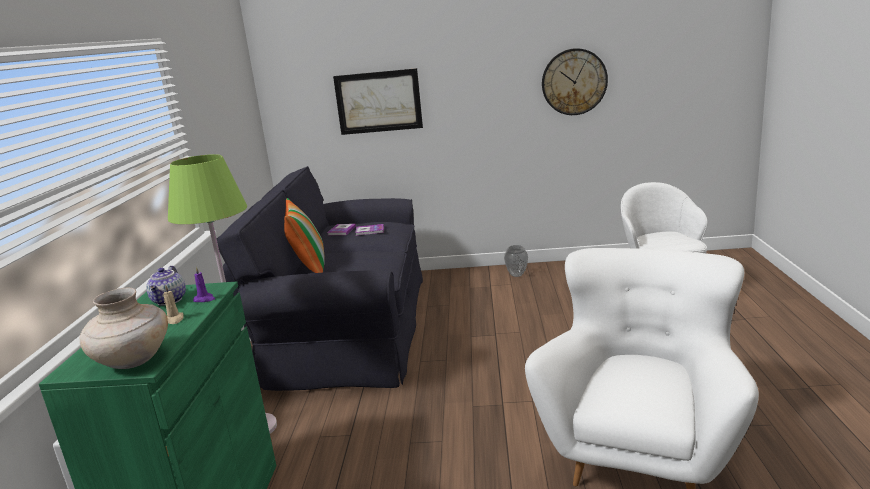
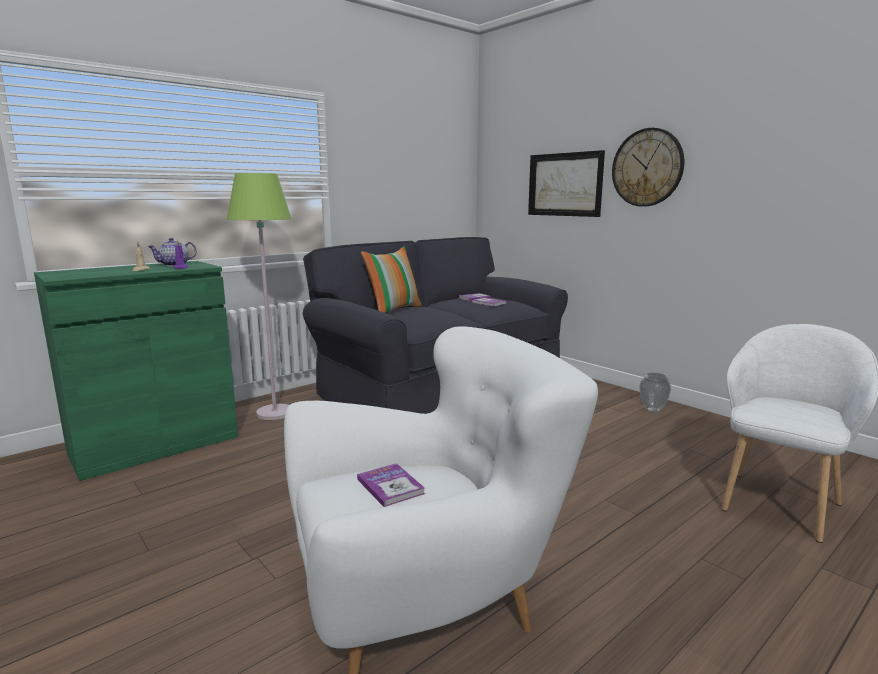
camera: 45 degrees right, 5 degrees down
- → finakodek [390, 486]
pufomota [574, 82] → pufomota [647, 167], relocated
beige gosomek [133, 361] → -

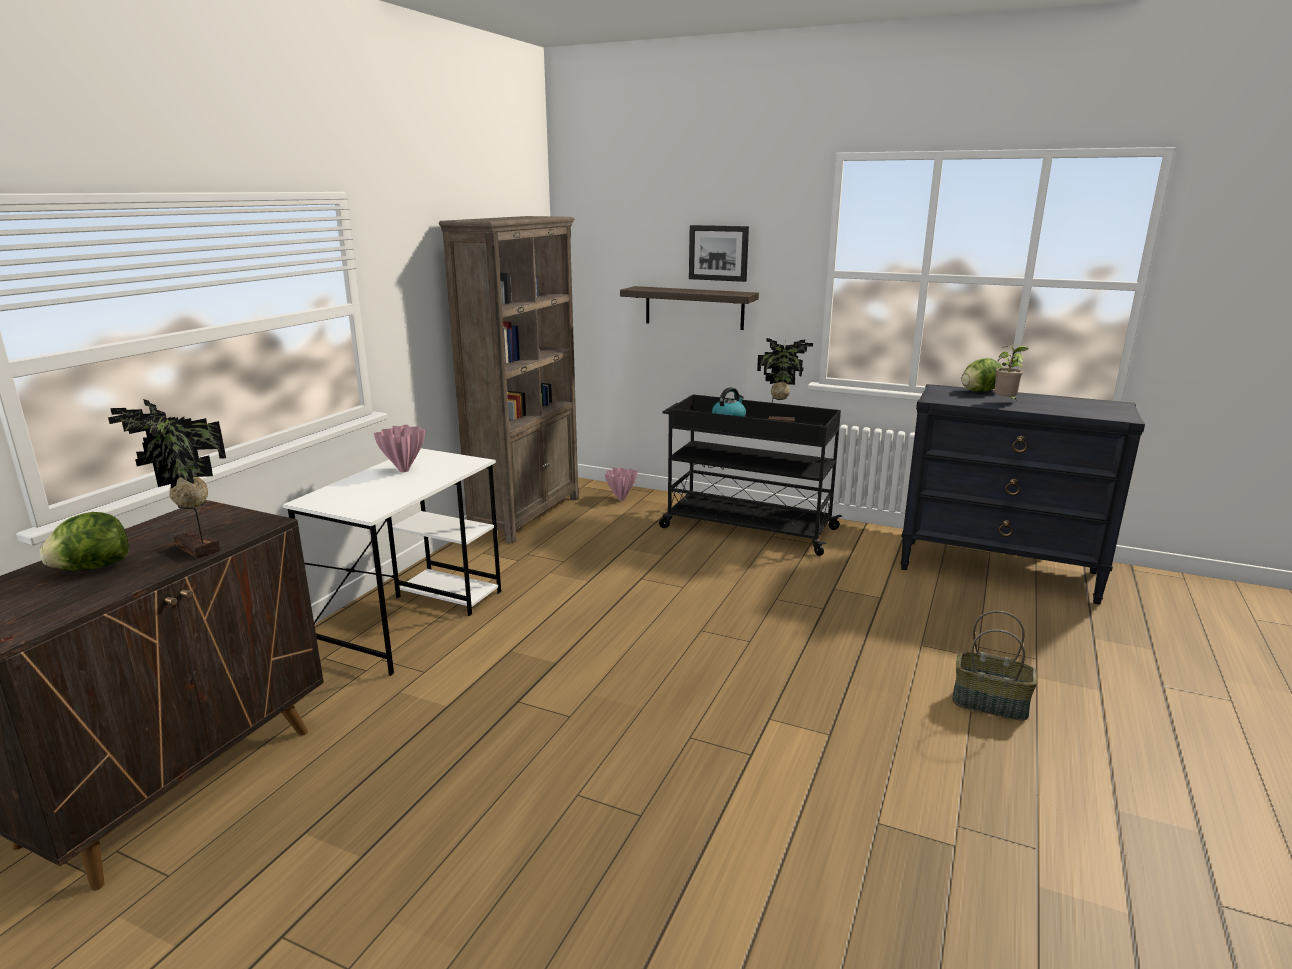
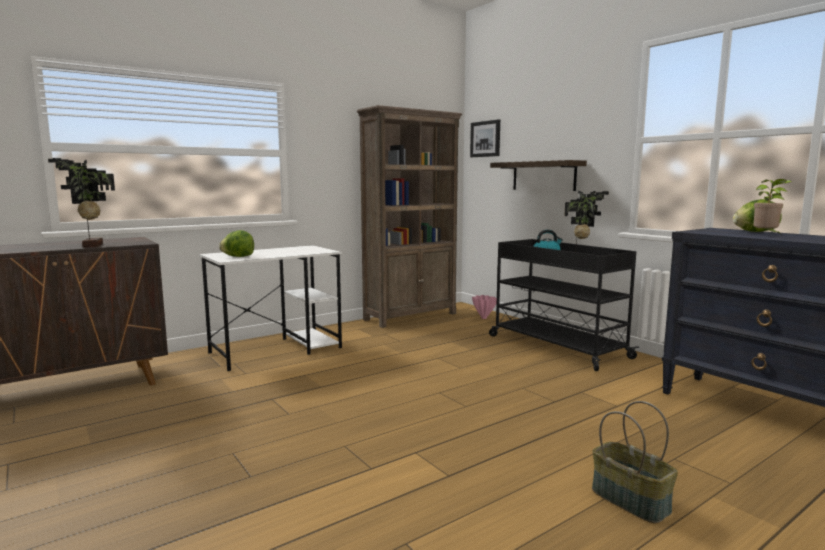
camera: 30 degrees right, 10 degrees down
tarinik [93, 568] → tarinik [238, 256], relocated
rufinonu [718, 253] → rufinonu [485, 139], relocated
pink gosomek [405, 470] → -

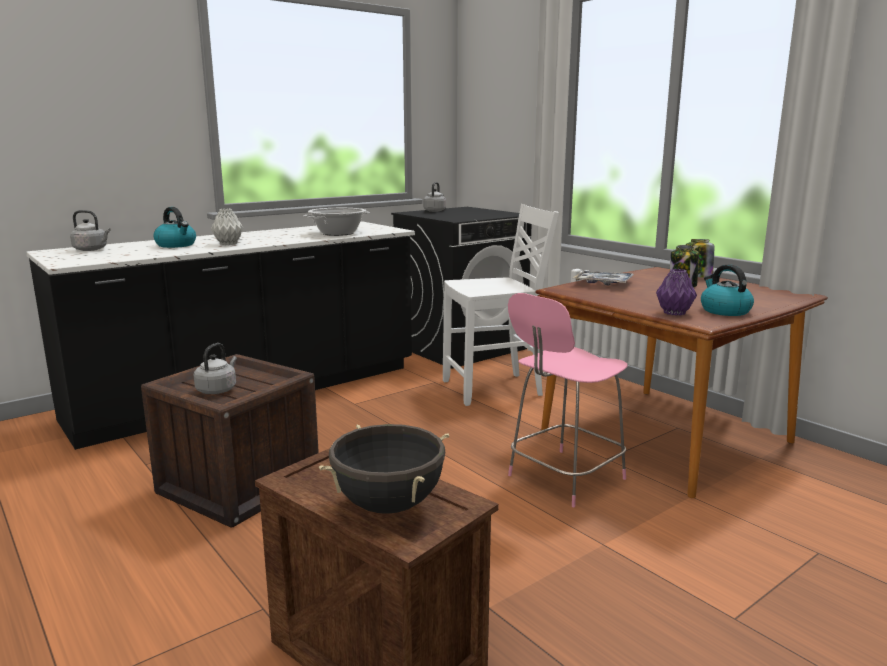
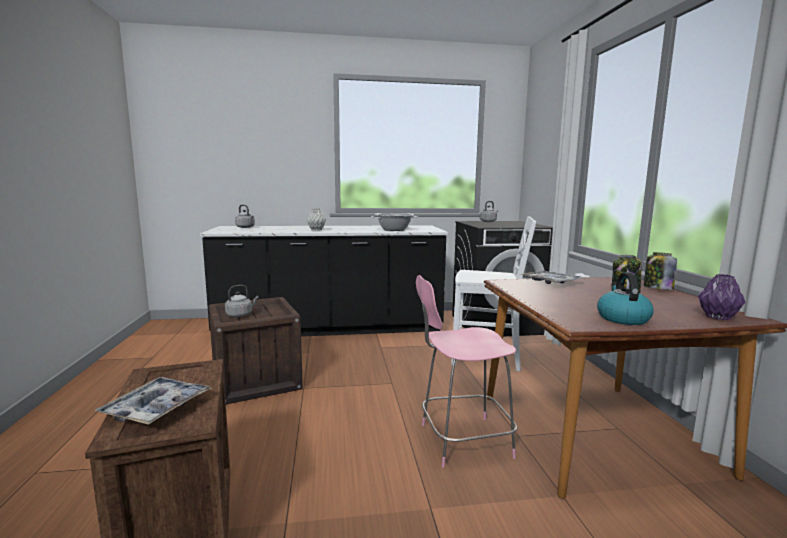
camera: 30 degrees right, 5 degrees down
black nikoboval [389, 505] → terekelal [156, 408]
purple gosomek [675, 313] → purple gosomek [718, 317], relocated
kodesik [176, 245] → -

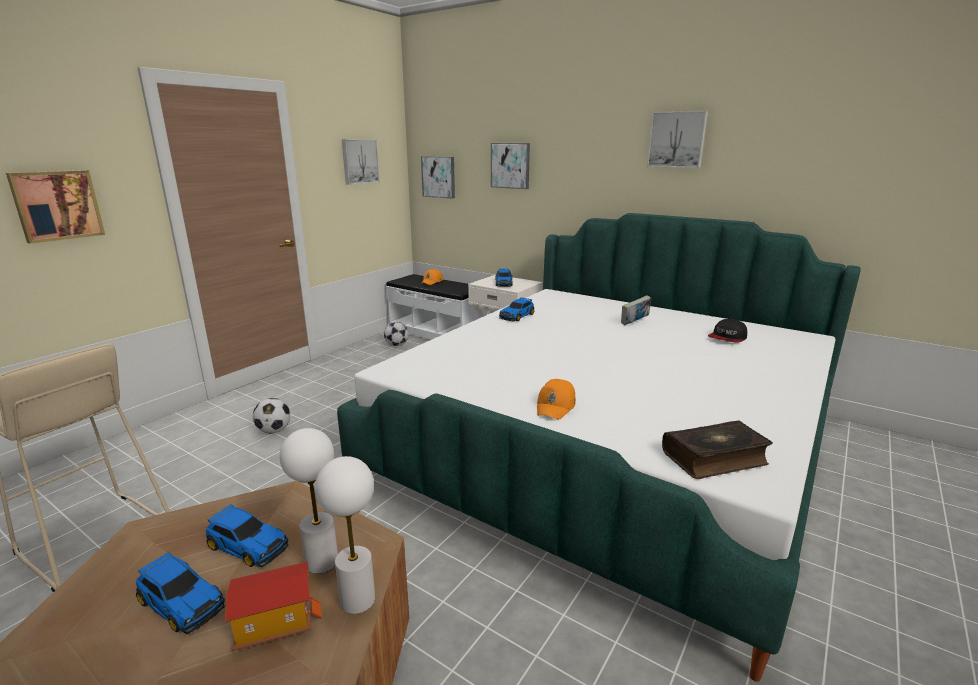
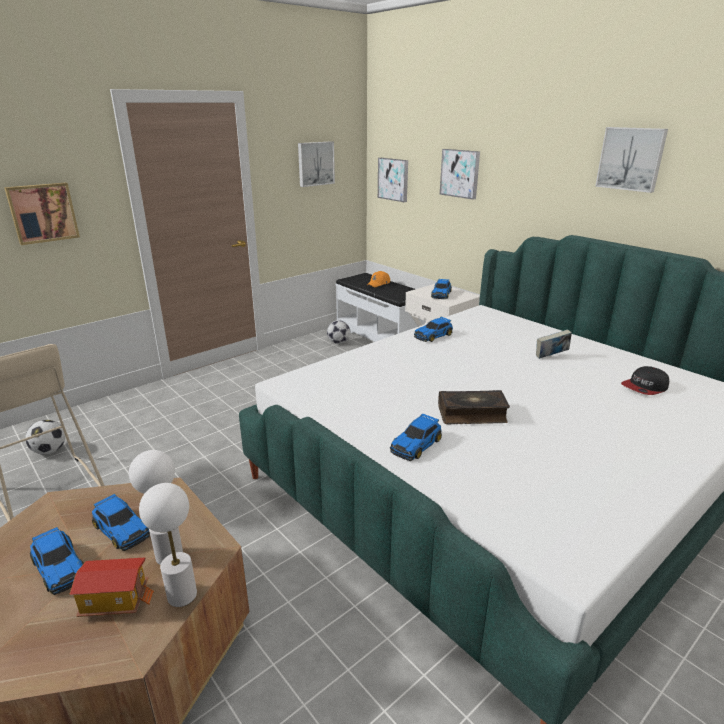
camera: 15 degrees right, 5 degrees up
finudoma [274, 430] → finudoma [49, 451], relocated
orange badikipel [556, 406] → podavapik [417, 444]
finakodek [715, 458] → finakodek [472, 414], relocated

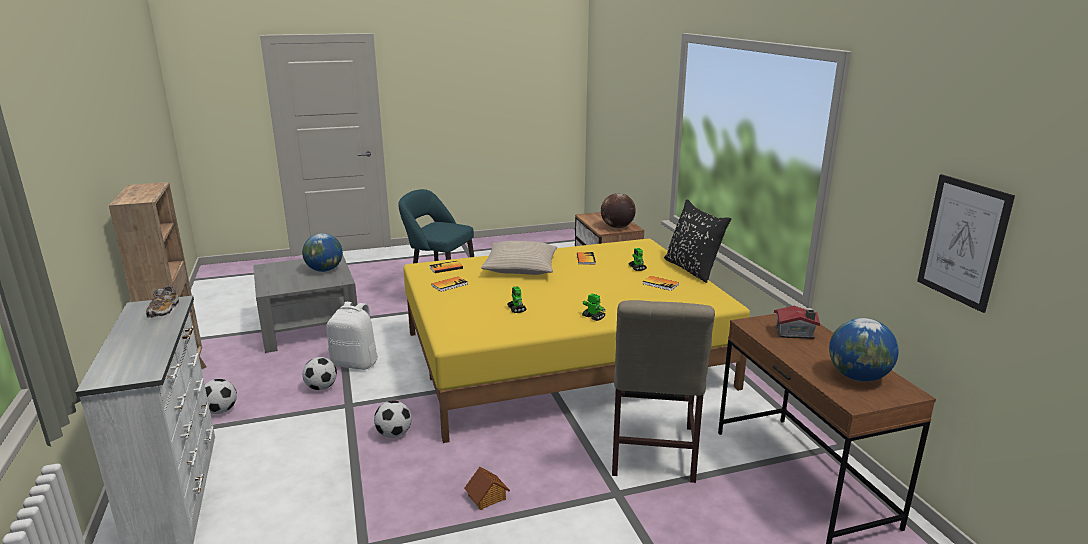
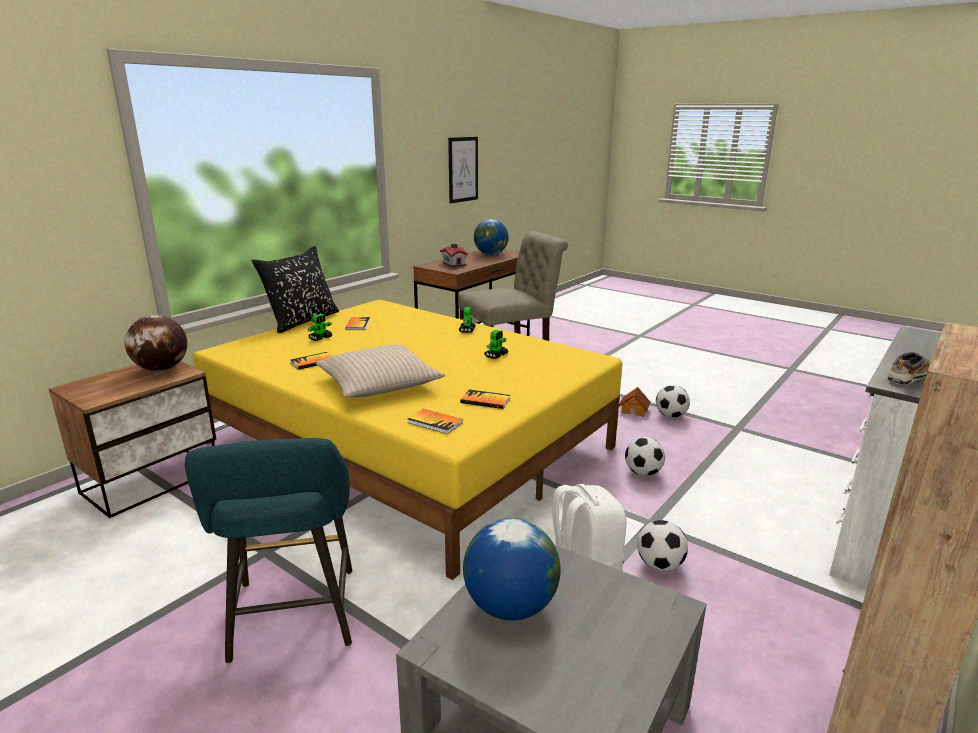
camera: 125 degrees left, 0 degrees up
finudoma [220, 411] → finudoma [670, 416], relocated

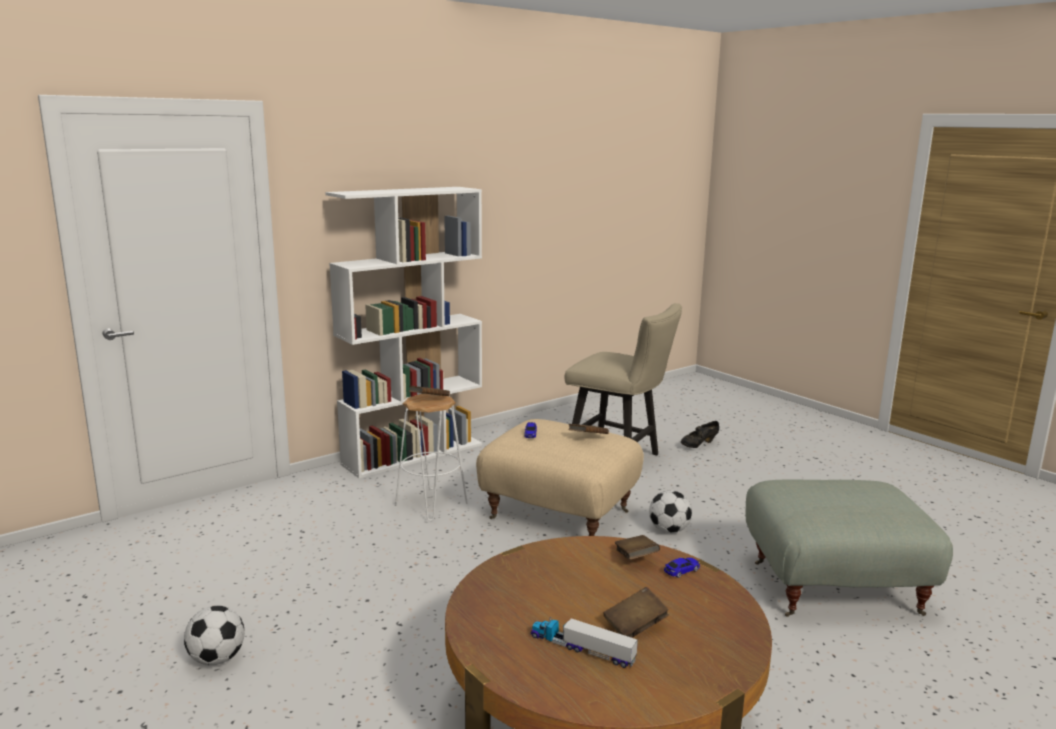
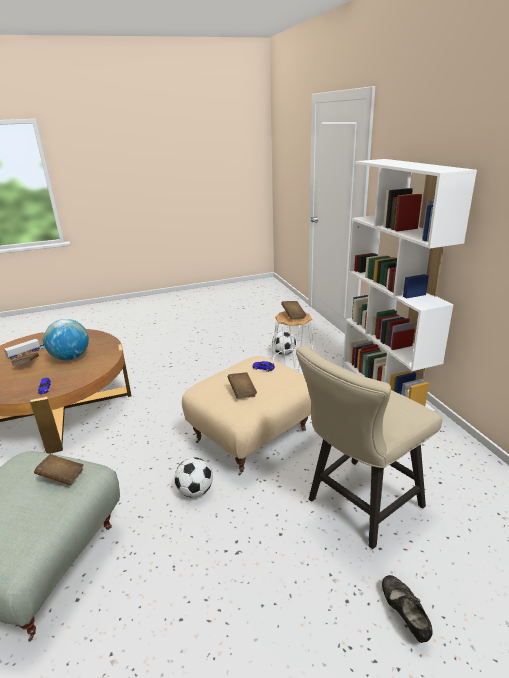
camera: 110 degrees right, 10 degrees up
brown finakodek [635, 558] → brown finakodek [62, 477], relocated
- → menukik [71, 357]
finudoma [217, 659] → finudoma [284, 353], relocated

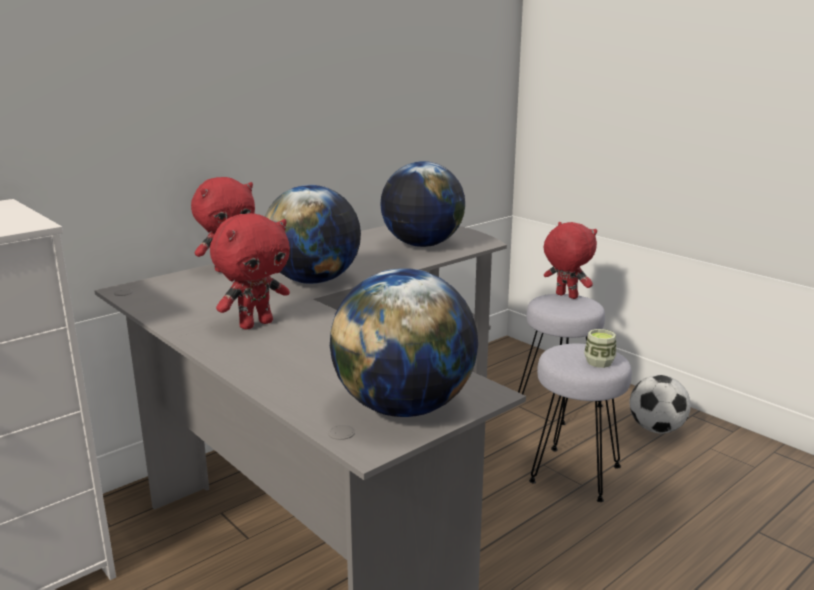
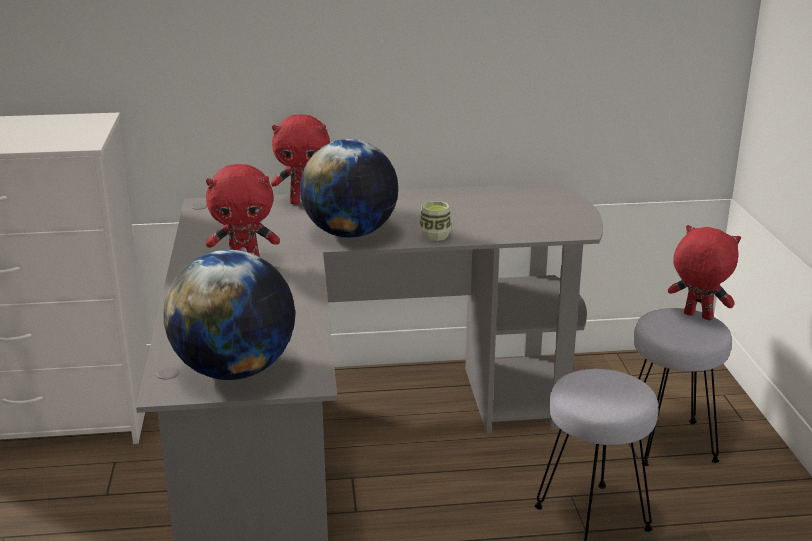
camera: 35 degrees right, 5 degrees up
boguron [599, 362] → boguron [435, 236], relocated
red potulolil [565, 296] → red potulolil [697, 316], 45 degrees counterclockwise
menukik [422, 245] → -
finudoma [656, 429] → -

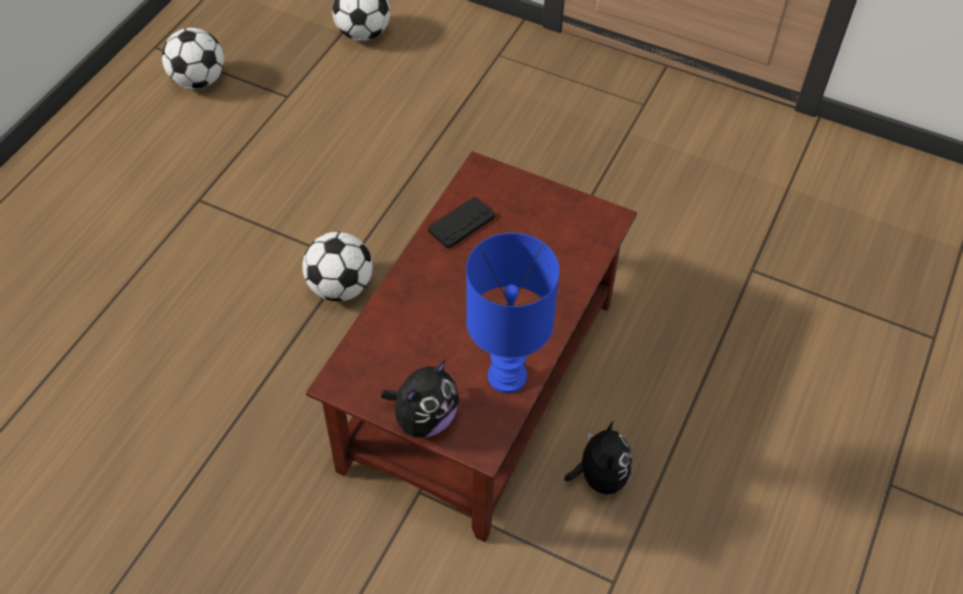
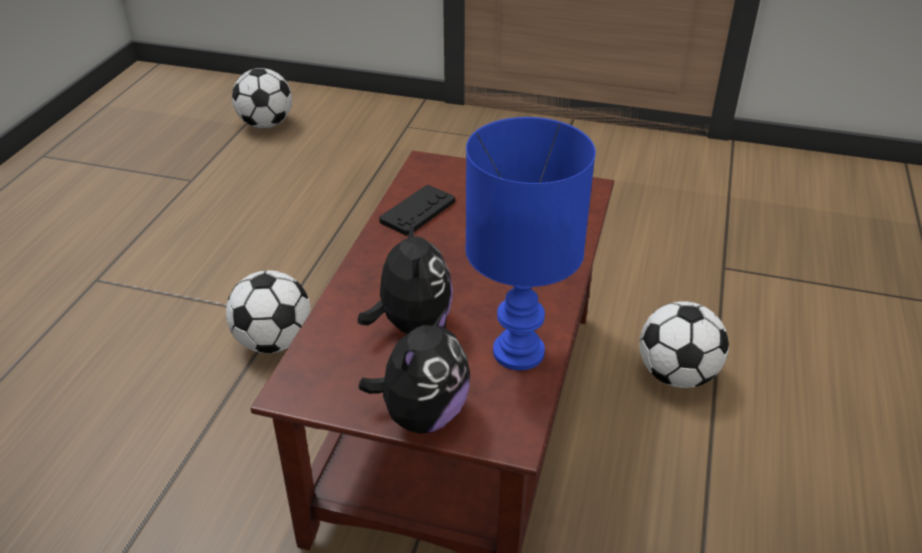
camera: 10 degrees left, 15 degrees down
potulolil [599, 476] → potulolil [411, 324], relocated
finudoma [199, 81] → finudoma [676, 375], relocated

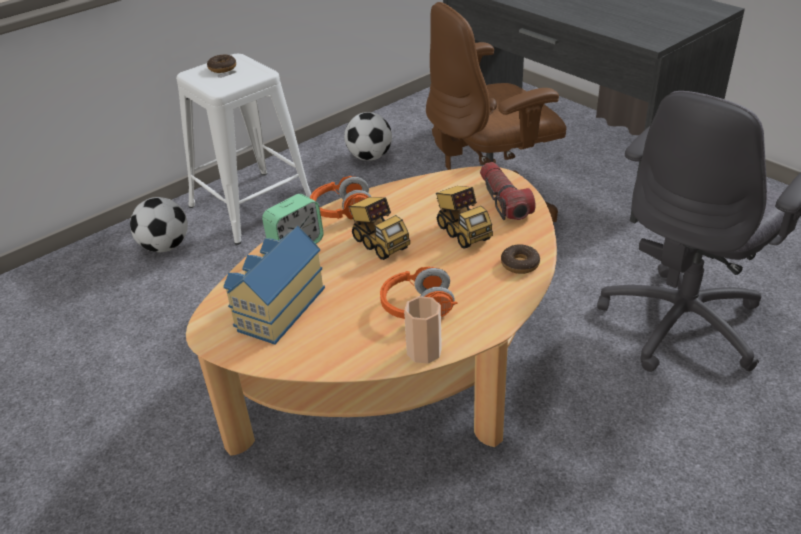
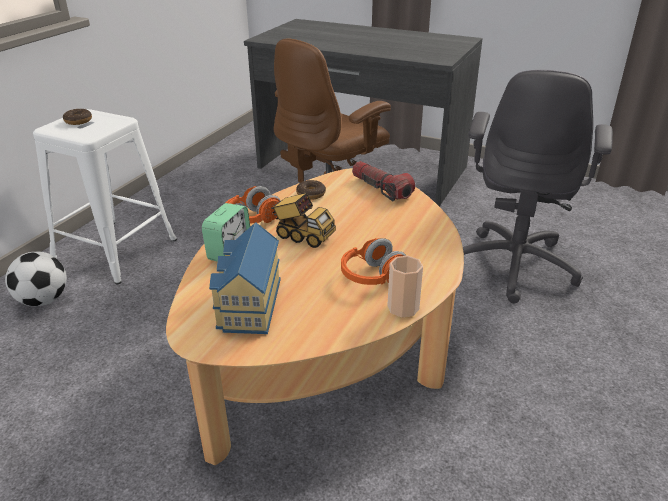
camera: 25 degrees left, 5 degrees down
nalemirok [520, 264] → nalemirok [311, 194], relocated
finudoma [370, 157] → -
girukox [462, 232] → -

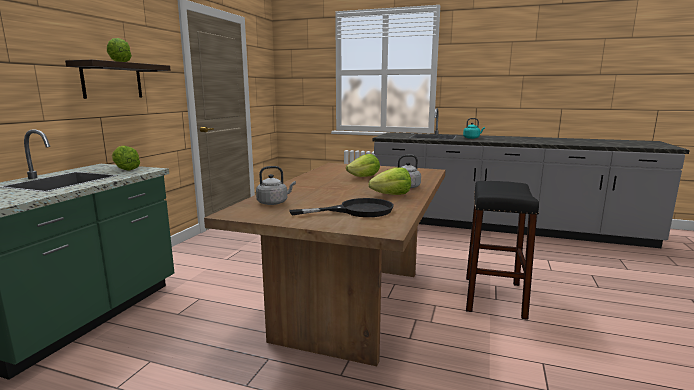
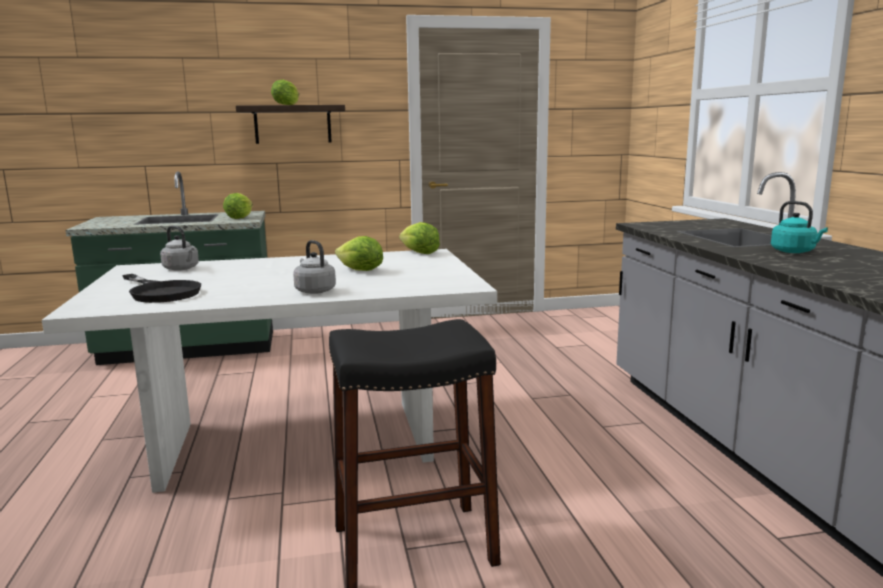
camera: 60 degrees right, 0 degrees up
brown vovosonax [351, 302] → white vovosonax [300, 441]
tarinik [392, 195] → tarinik [419, 253], relocated

